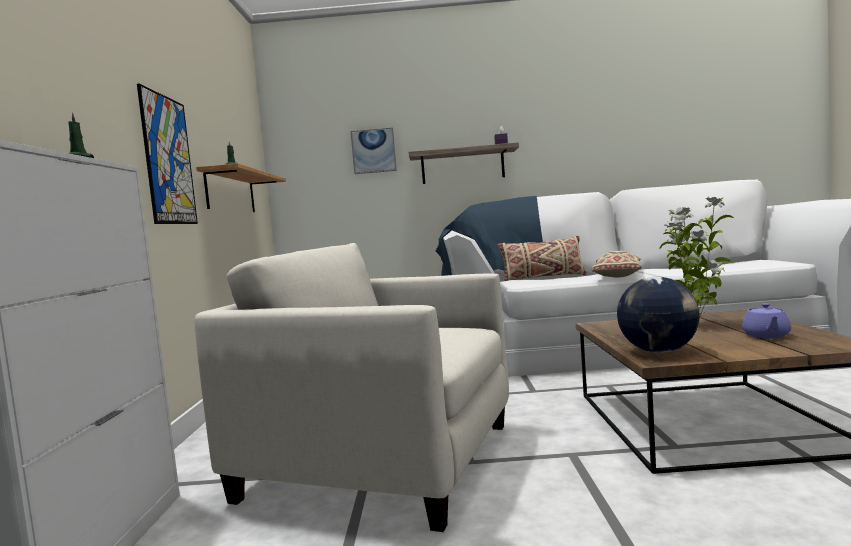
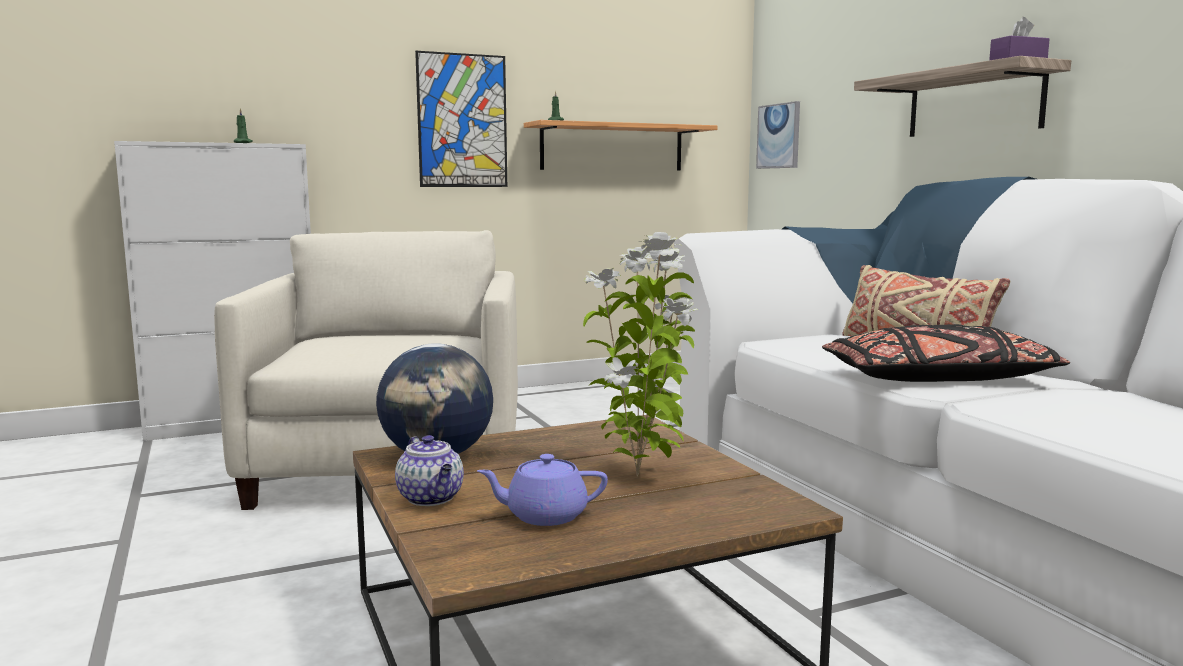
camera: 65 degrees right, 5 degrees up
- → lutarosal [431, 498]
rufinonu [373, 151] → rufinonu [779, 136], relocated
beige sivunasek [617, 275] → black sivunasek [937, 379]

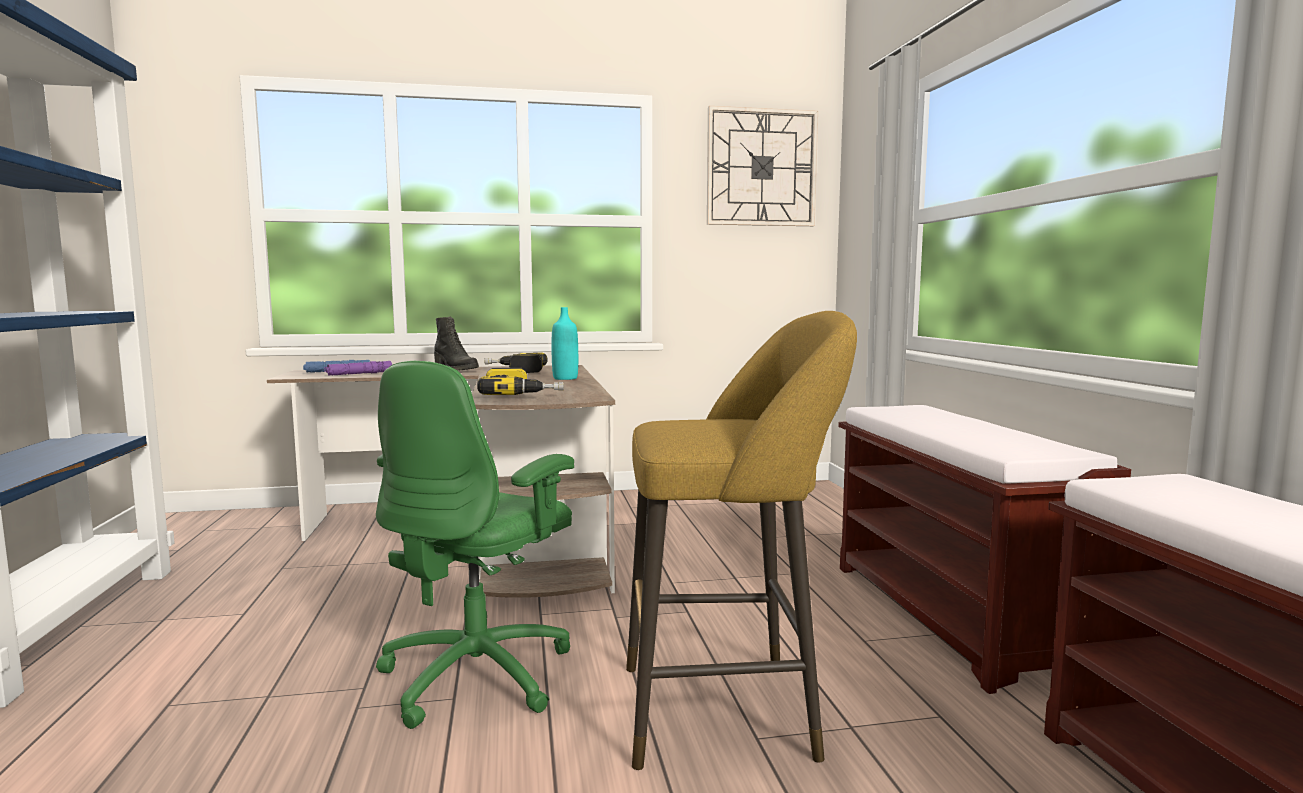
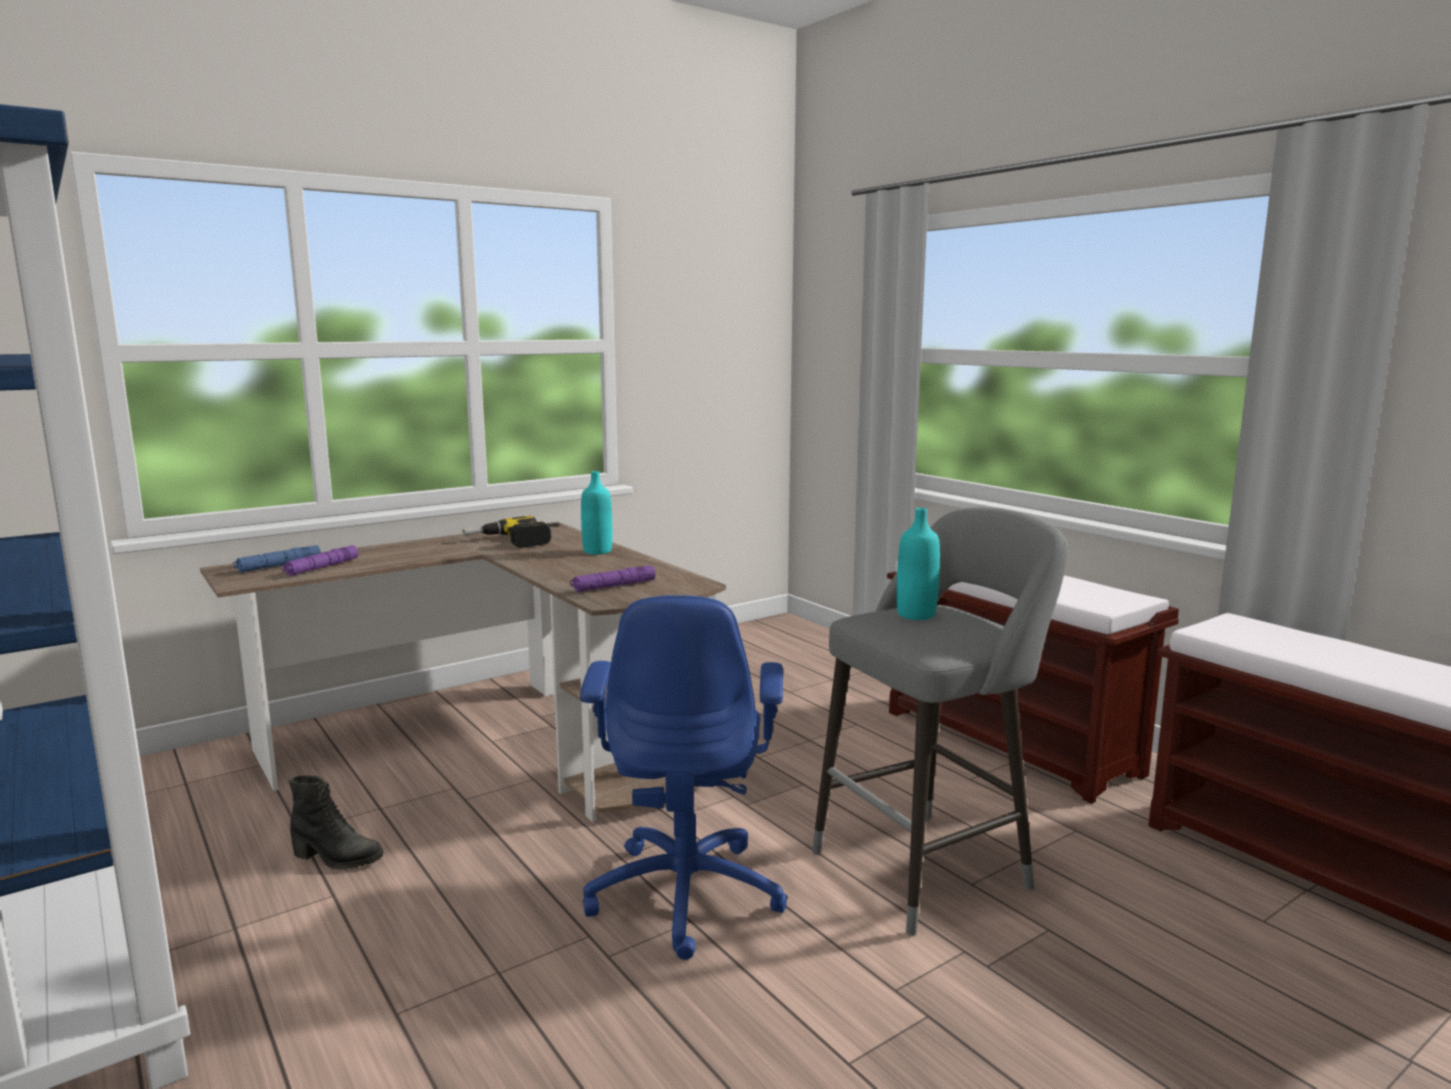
camera: 25 degrees left, 5 degrees up
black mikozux [455, 370] → black mikozux [337, 859], relocated
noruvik [522, 394] → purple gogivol [613, 586]
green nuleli [479, 674] → blue nuleli [687, 892]
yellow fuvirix [729, 710] → grey fuvirix [929, 866]
- → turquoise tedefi [916, 615]
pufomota [761, 168] → -

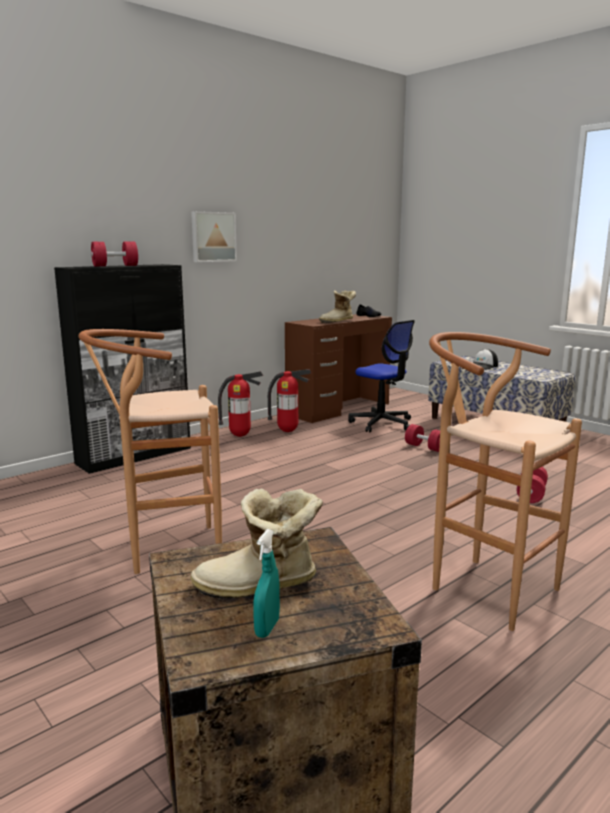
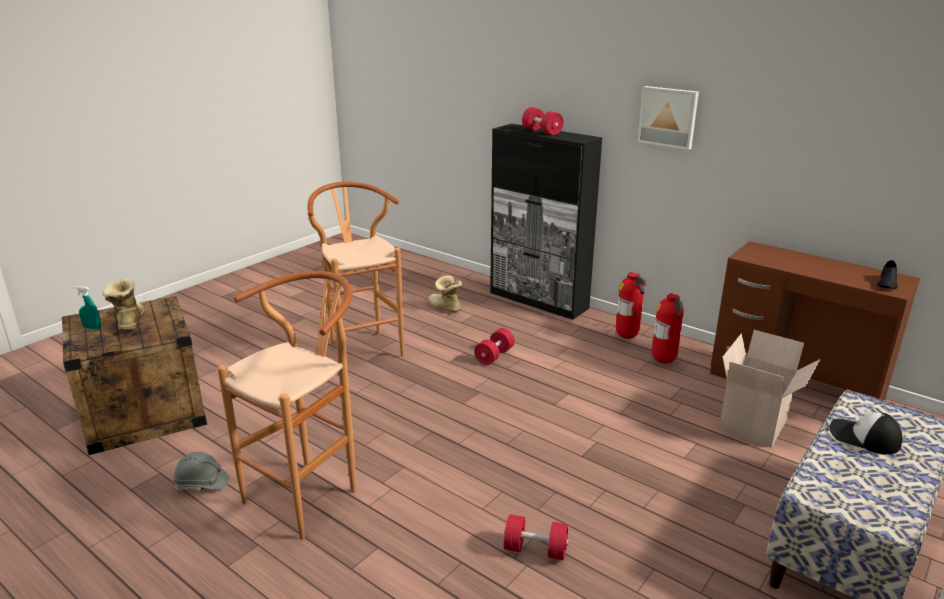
camera: 80 degrees right, 10 degrees up
- → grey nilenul [202, 484]
mikozux [338, 321] → mikozux [444, 308], relocated
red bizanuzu [425, 447] → red bizanuzu [494, 356], relocated
nuleli [382, 423] → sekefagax [755, 425]

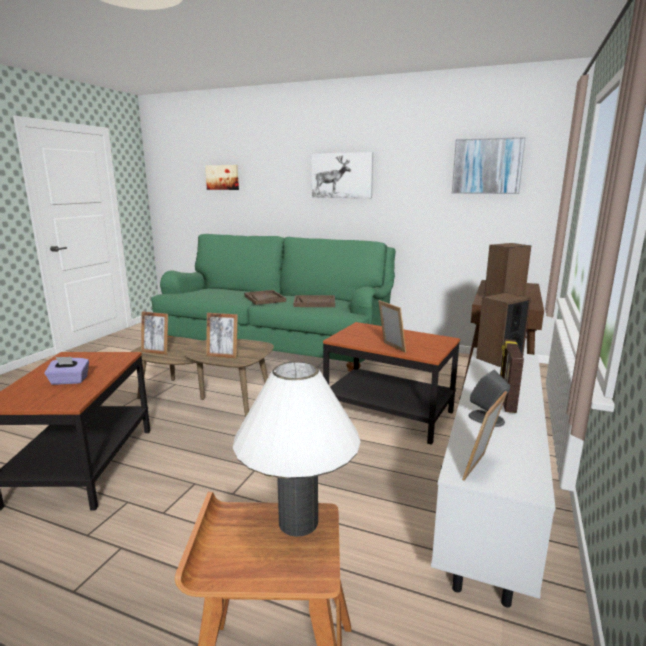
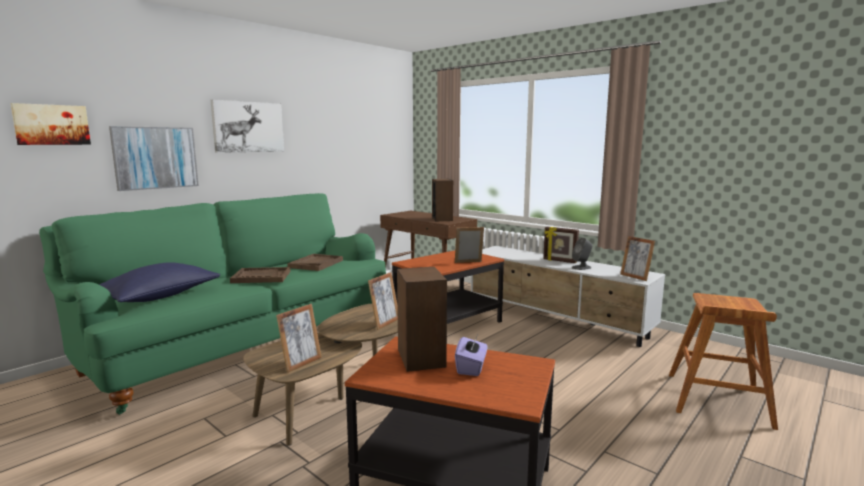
camera: 70 degrees left, 5 degrees down
- → blue sivunasek [160, 297]
rufinonu [487, 166] → rufinonu [155, 158], relocated
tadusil [498, 358] → tadusil [420, 358], relocated
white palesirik [298, 522] → -

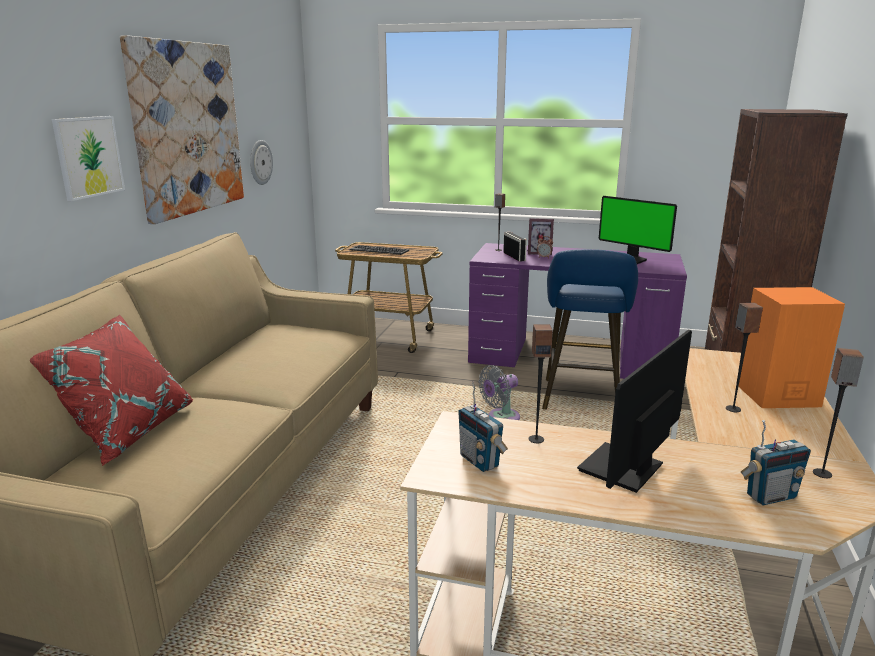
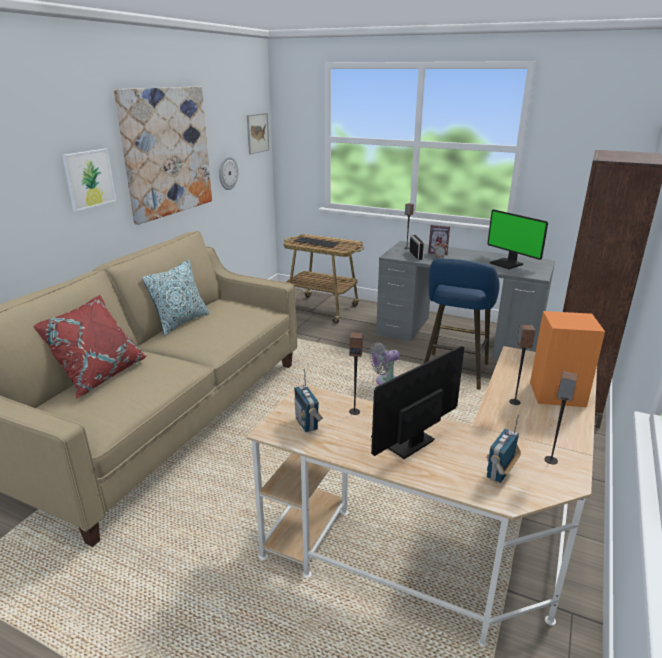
camera: 10 degrees right, 5 degrees up
- → sivunasek [181, 322]
- → rufinonu [257, 133]
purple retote [570, 357] → grey retote [458, 336]
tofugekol [770, 496] → tofugekol [500, 473], 135 degrees clockwise

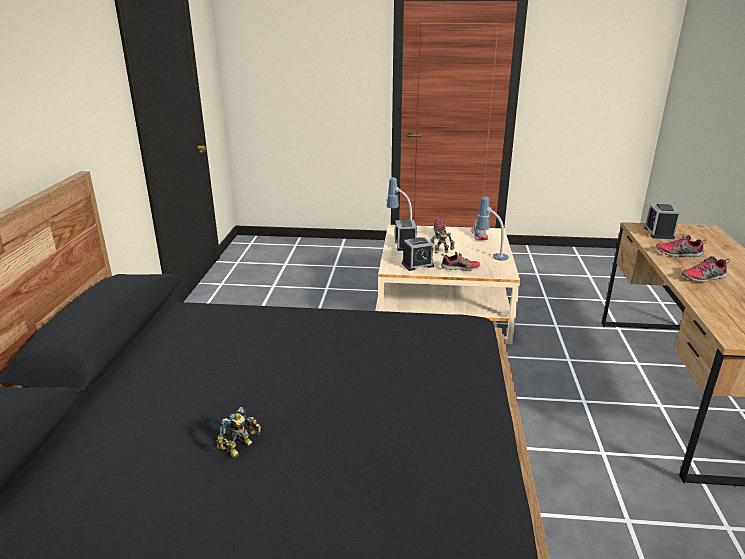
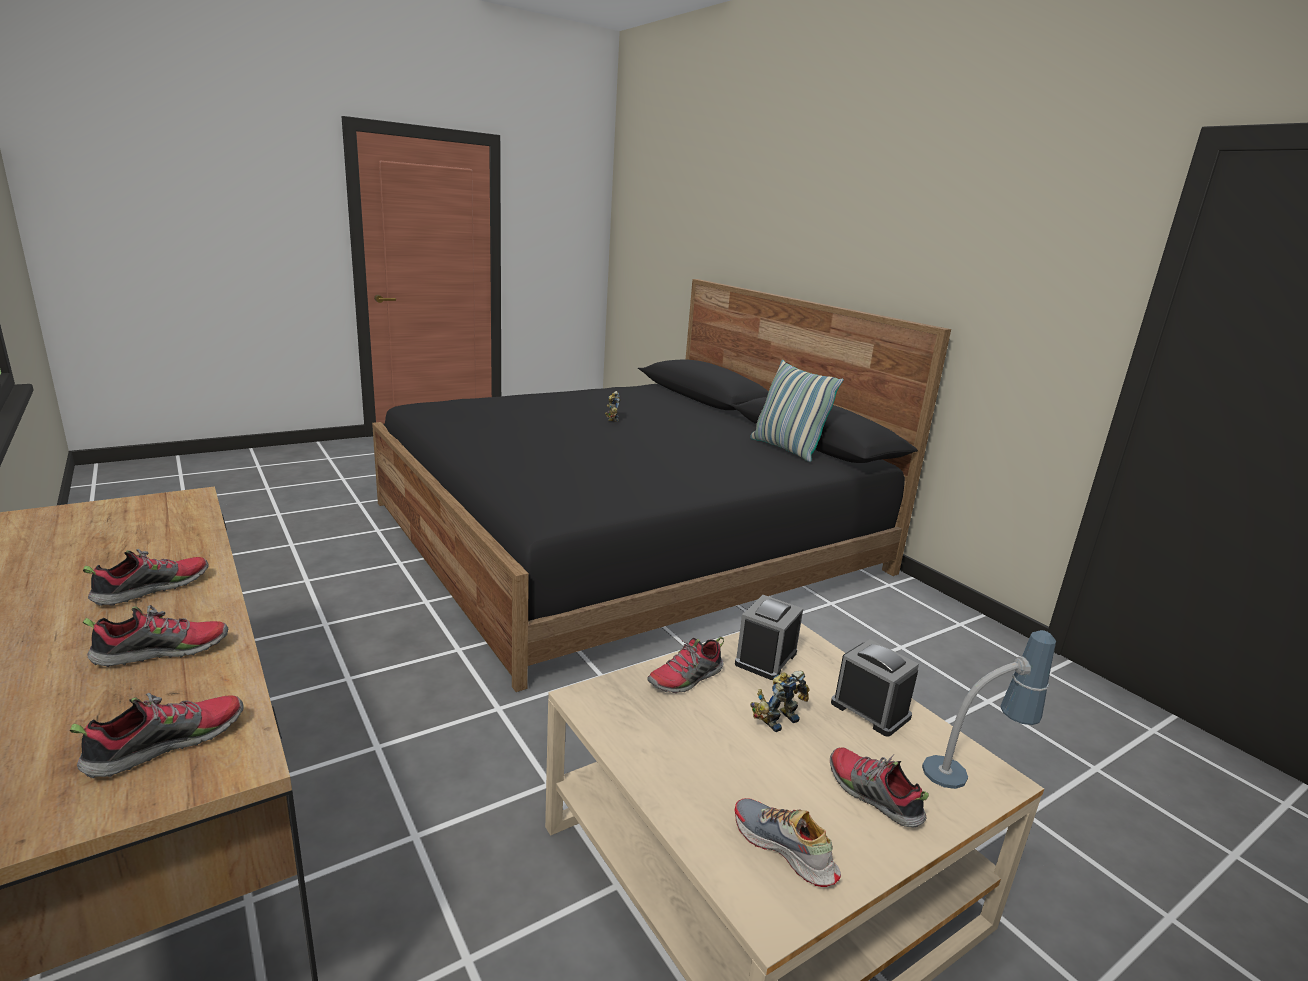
camera: 140 degrees right, 5 degrees down
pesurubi [659, 233] → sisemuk [167, 744]
- → sivunasek [786, 449]
palesirik [490, 254] → -

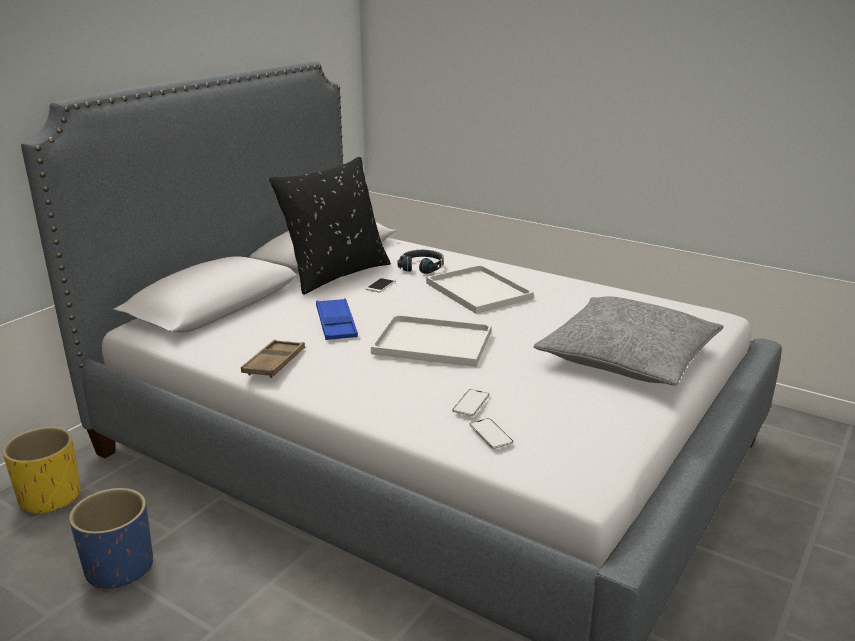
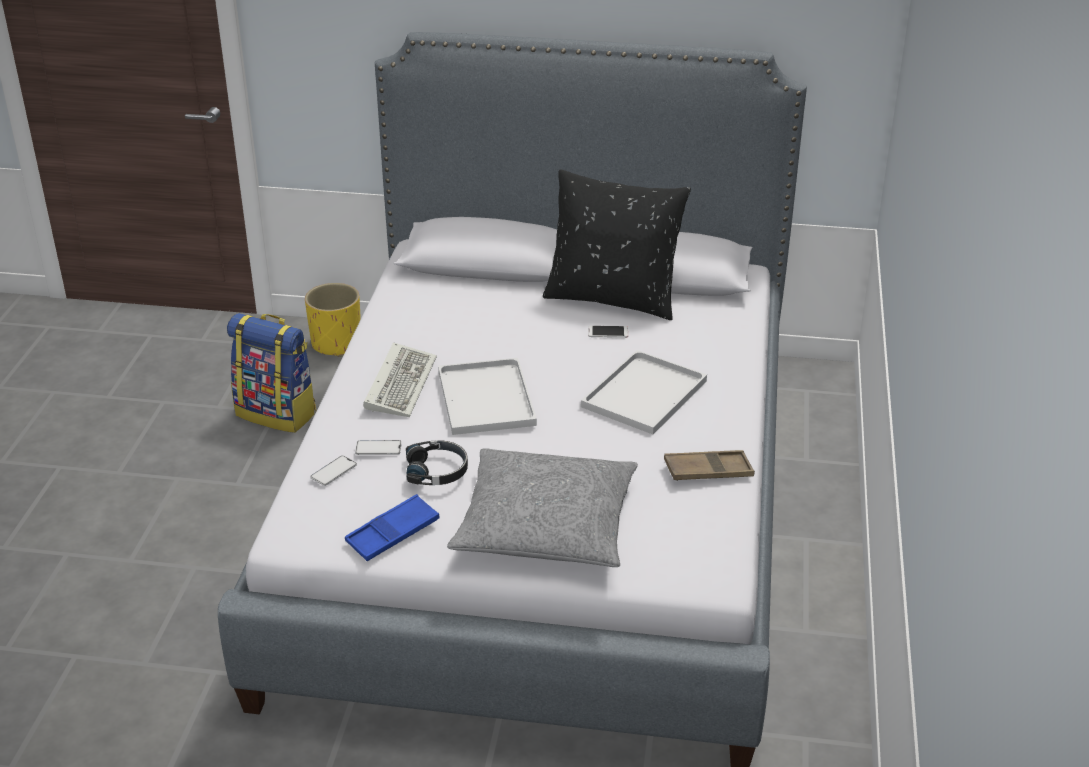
camera: 65 degrees right, 10 degrees up
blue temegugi [120, 568] → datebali [278, 413]
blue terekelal [336, 324] → blue terekelal [393, 533], relocated
- → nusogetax [400, 383]
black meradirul [422, 267] → black meradirul [437, 471], relocated
brown terekelal [274, 363] → brown terekelal [708, 471], relocated

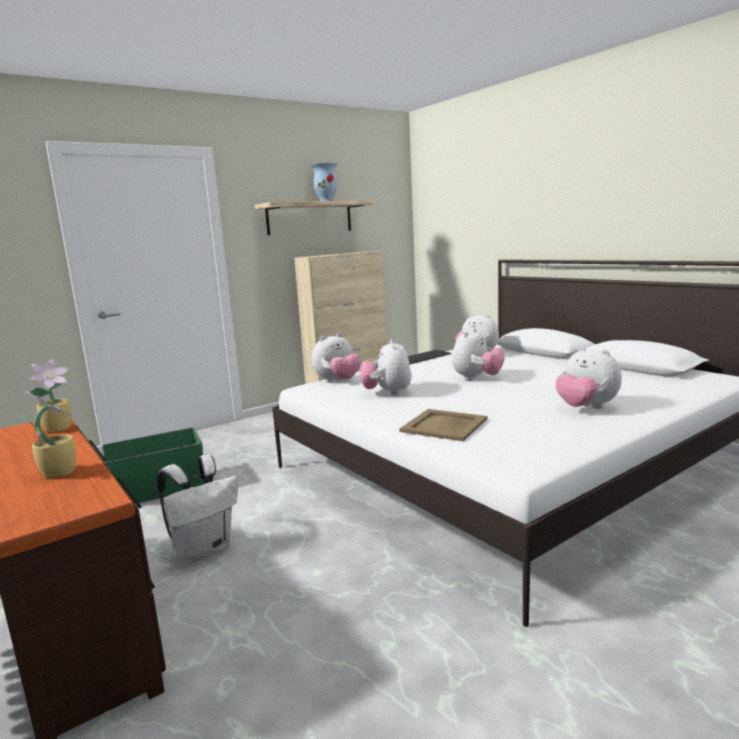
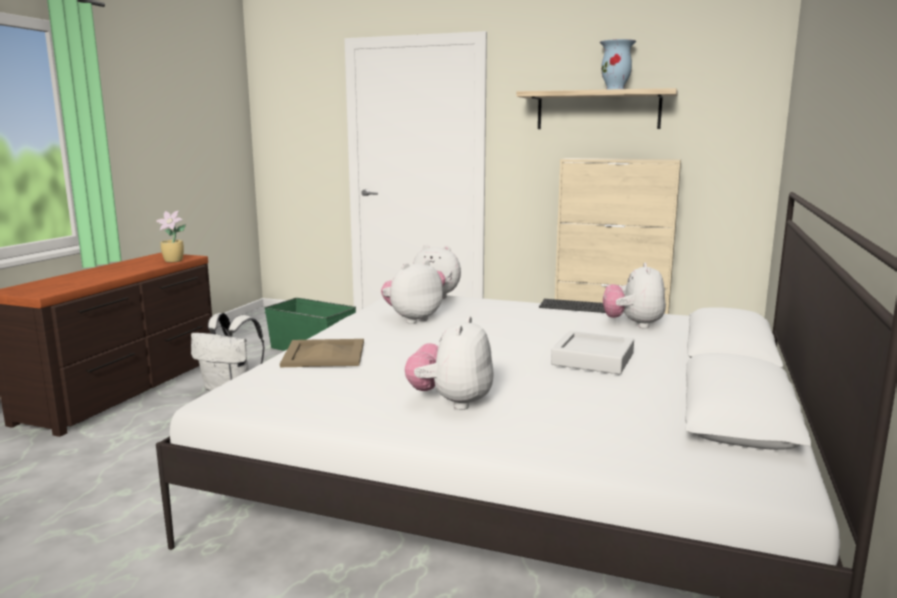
camera: 55 degrees right, 0 degrees up
- → grey terekelal [593, 359]
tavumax [59, 472] → -
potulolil [477, 378] → -

